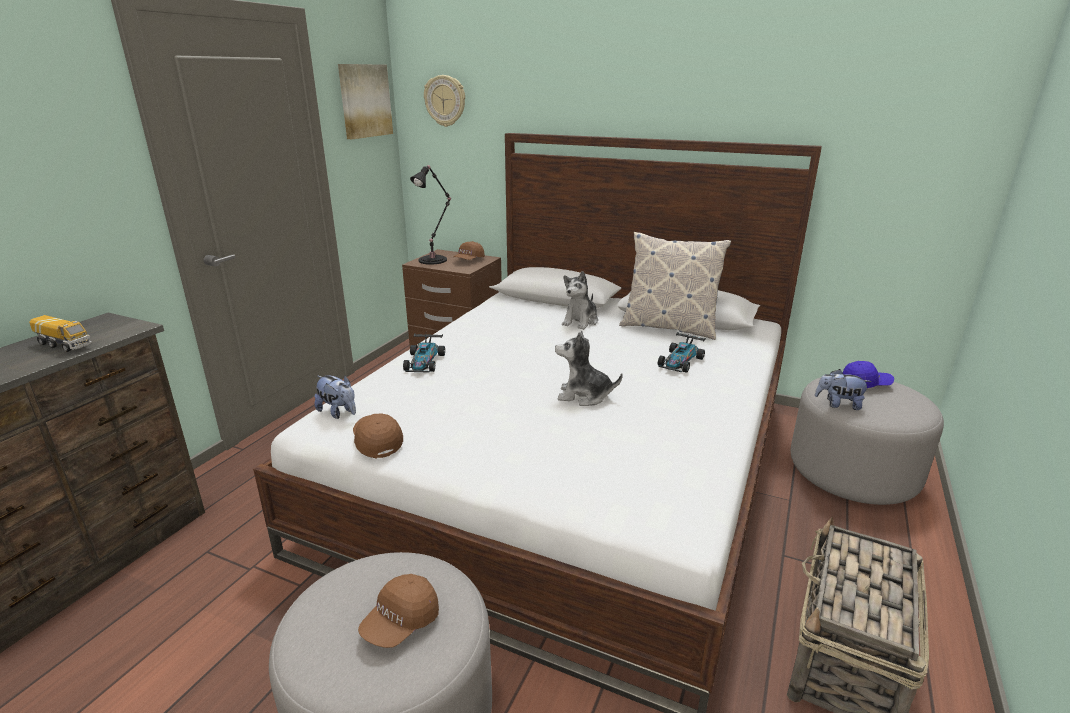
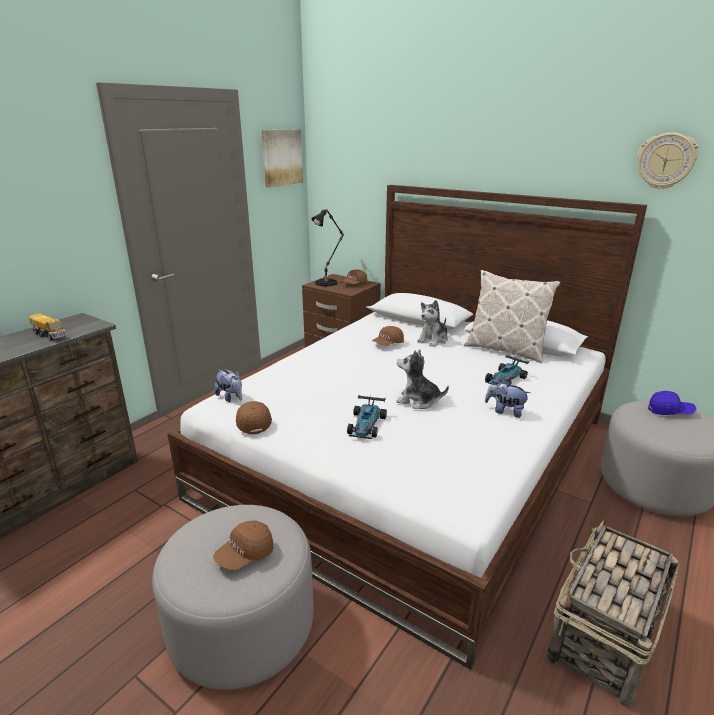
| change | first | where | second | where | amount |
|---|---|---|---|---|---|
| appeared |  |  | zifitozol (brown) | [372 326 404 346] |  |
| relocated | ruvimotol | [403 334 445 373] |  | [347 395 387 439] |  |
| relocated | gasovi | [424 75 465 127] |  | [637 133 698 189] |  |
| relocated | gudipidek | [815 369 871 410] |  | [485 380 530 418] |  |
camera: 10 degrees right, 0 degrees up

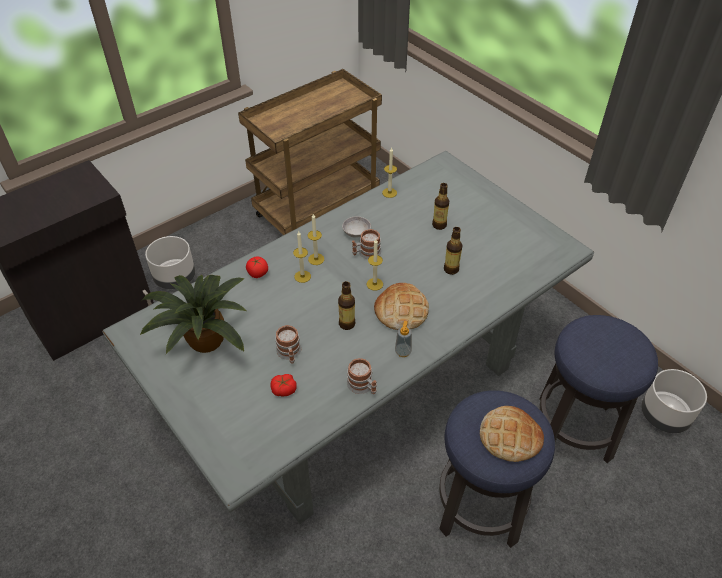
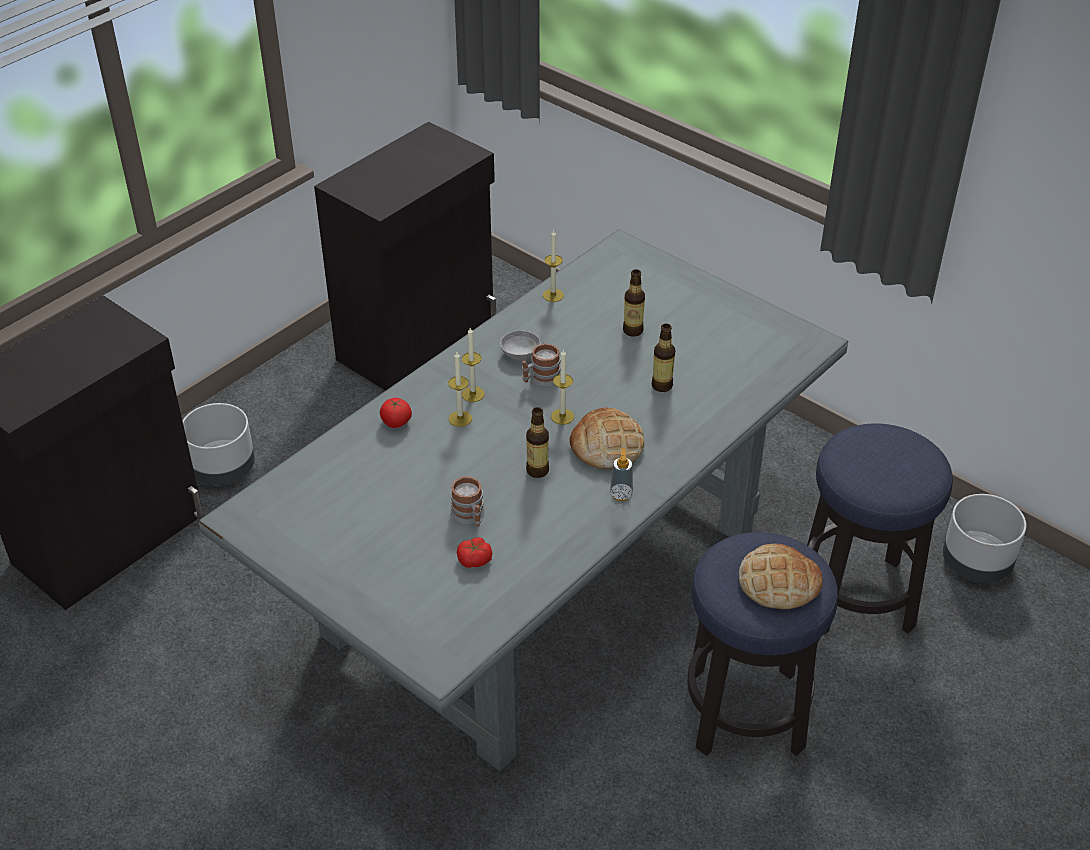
| change | first | where | second | where | amount |
|---|---|---|---|---|---|
| missing | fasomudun | [140 275 246 354] |  |  |  |
| missing | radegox | [347 358 377 394] |  |  |  |
| exchanged | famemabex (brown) | [238 69 382 235] | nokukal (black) | [314 122 496 391] |  |
camera: 10 degrees left, 5 degrees down

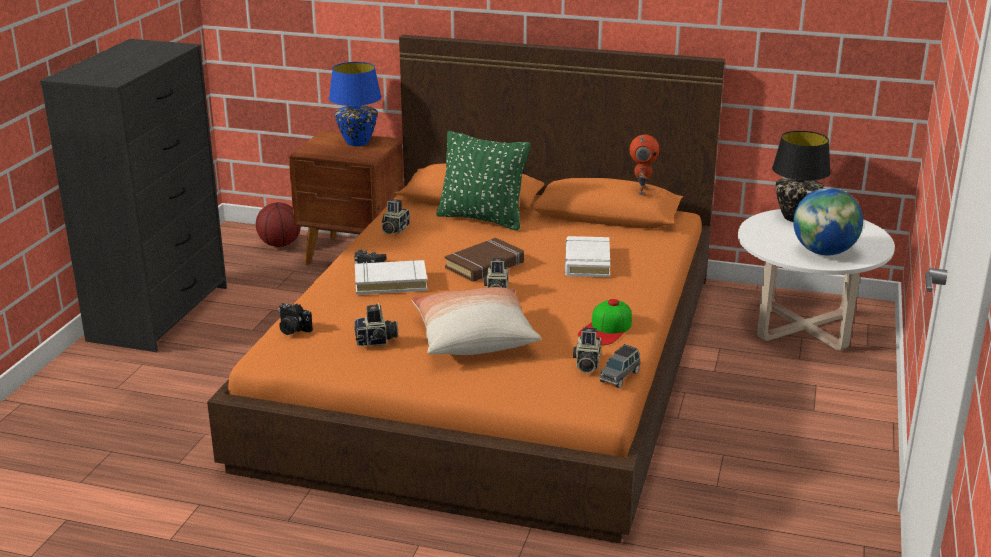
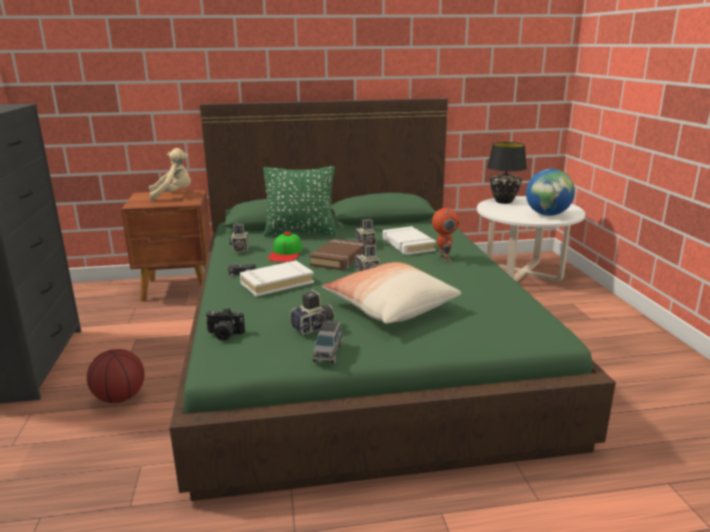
| change | first | where | second | where | amount |
|---|---|---|---|---|---|
| relocated | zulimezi | [256 202 301 247] |  | [87 349 145 403] |  |
| relocated | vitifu | [573 327 601 373] |  | [355 219 377 245] |  |
| relocated | zifitozol | [578 299 632 345] |  | [268 232 302 262] |  |
| relocated | ruvimotol (grey) | [599 344 640 388] |  | [313 320 342 364] |  |
| relocated | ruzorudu | [630 135 660 195] |  | [432 208 459 262] |  |
| exchanged | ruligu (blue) | [329 62 382 146] | gudipidek (beige) | [149 148 191 201] |  |
| colour | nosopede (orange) | [207 35 725 543] | nosopede (green) | [170 98 616 501] |  |
camera: 25 degrees left, 5 degrees down

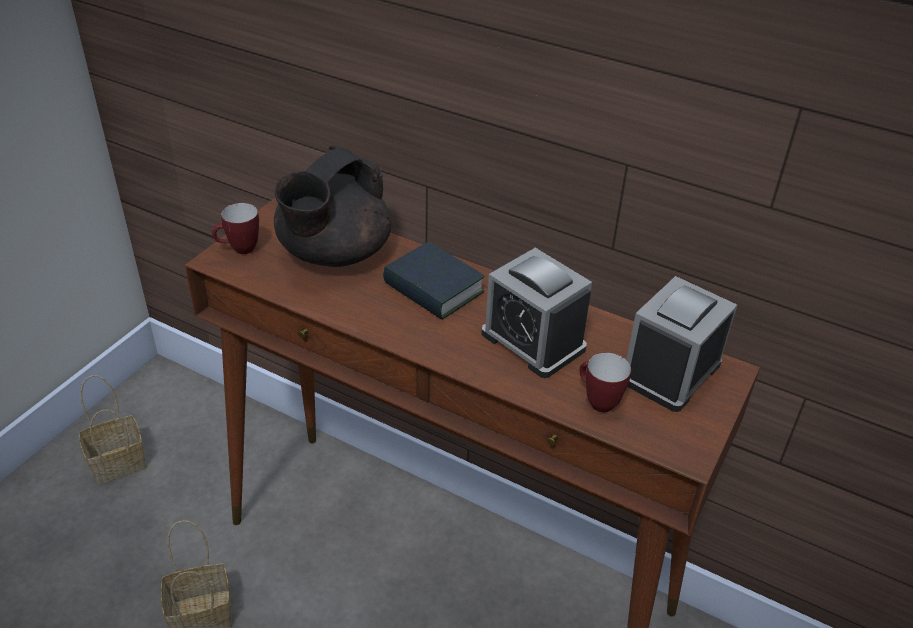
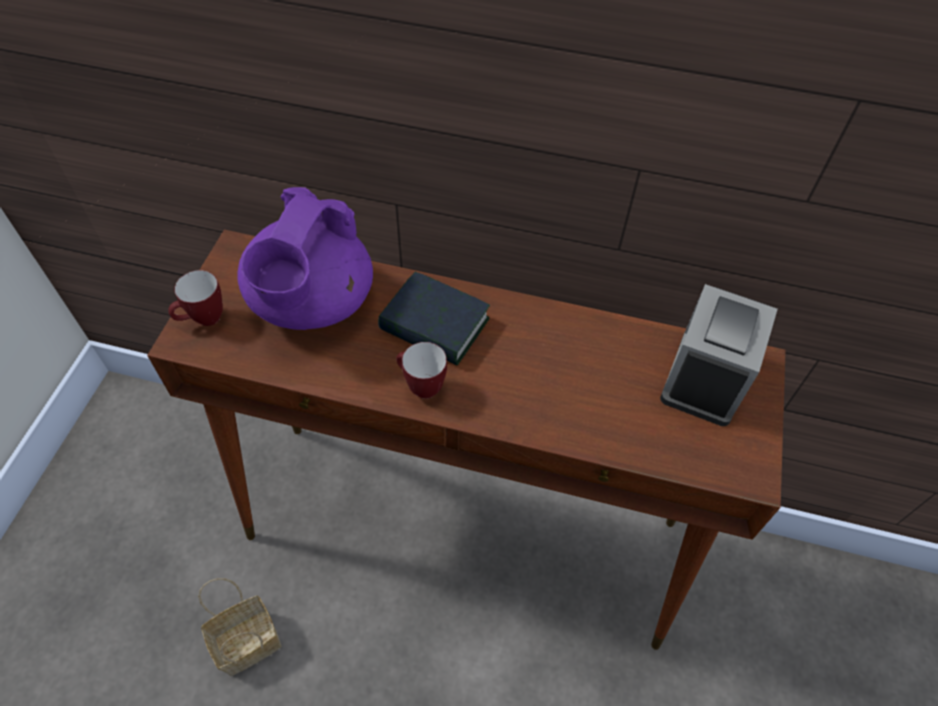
| change | first | where | second | where | amount |
|---|---|---|---|---|---|
| missing | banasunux | [79 375 147 484] |  |  |  |
| missing | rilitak | [481 248 592 378] |  |  |  |
| relocated | radegox | [579 352 631 413] |  | [396 342 447 399] |  |
| colour | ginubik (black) | [274 145 391 267] | ginubik (purple) | [237 187 373 330] |  |
camera: 15 degrees left, 15 degrees up

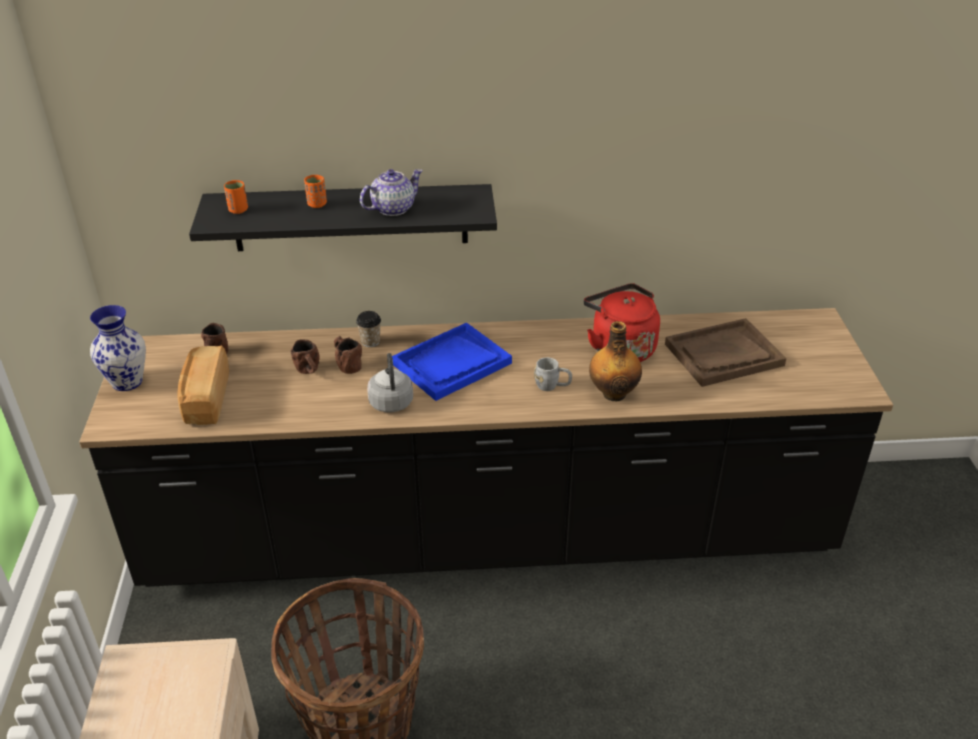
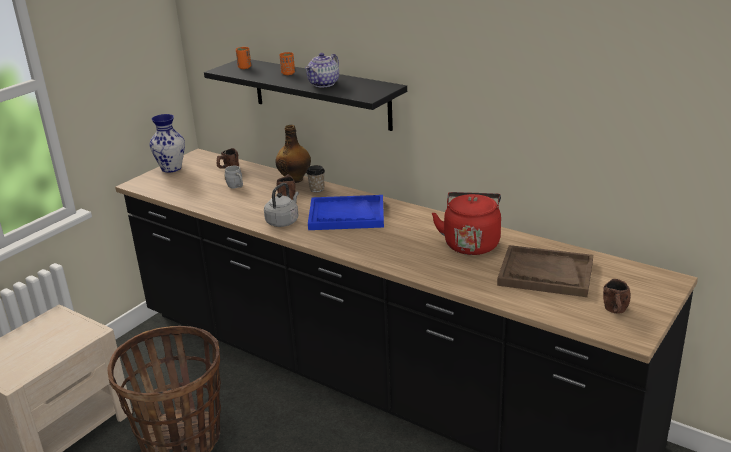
| change | first | where | second | where | amount |
|---|---|---|---|---|---|
| missing | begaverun | [177 346 229 425] |  |  |  |
| relocated | radegox (brown) | [291 339 320 374] |  | [603 279 630 313] |  |
| relocated | radegox (grey) | [534 357 572 391] |  | [224 166 243 188] |  |
| relocated | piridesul | [589 321 642 402] |  | [275 125 311 183] |  |
| spun | ginubik | [360 169 423 216] |  | [305 53 339 87] | 120 degrees clockwise |
camera: 40 degrees right, 10 degrees down

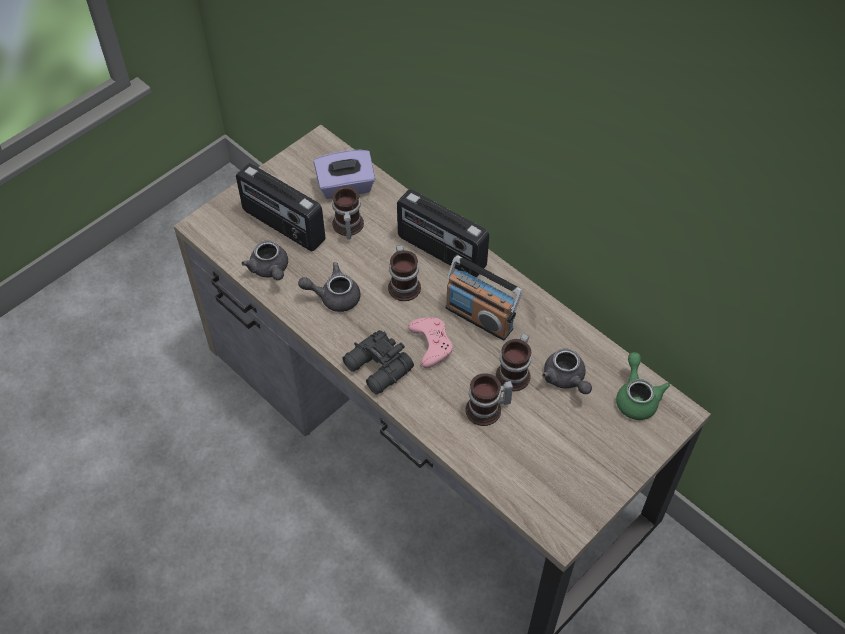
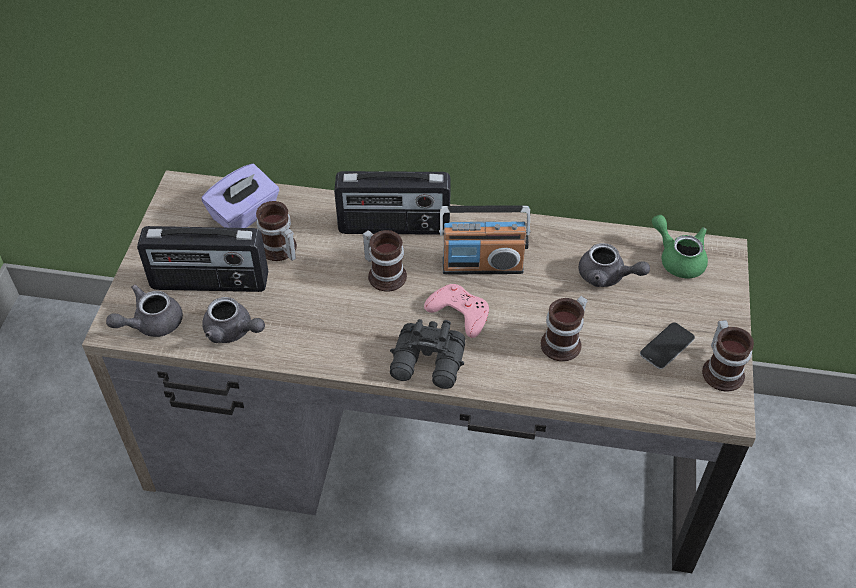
| change | first | where | second | where | amount |
|---|---|---|---|---|---|
| appeared |  |  | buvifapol | [640 322 695 369] |  |
| relocated | ginubik (grey) | [298 262 361 312] |  | [106 285 183 337] |  |
| relocated | radegox | [496 333 531 391] |  | [702 320 754 392] |  |
camera: 35 degrees left, 5 degrees down

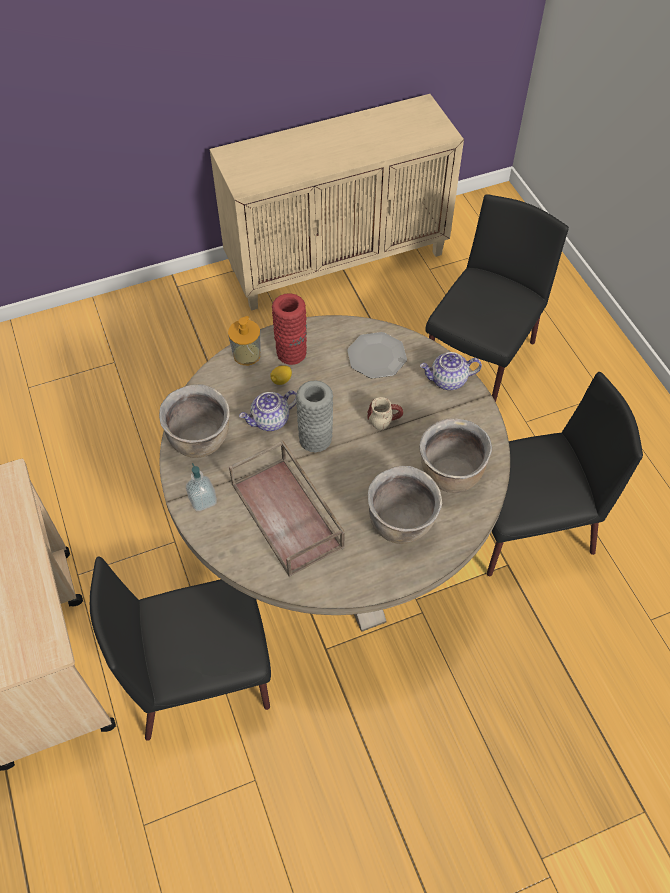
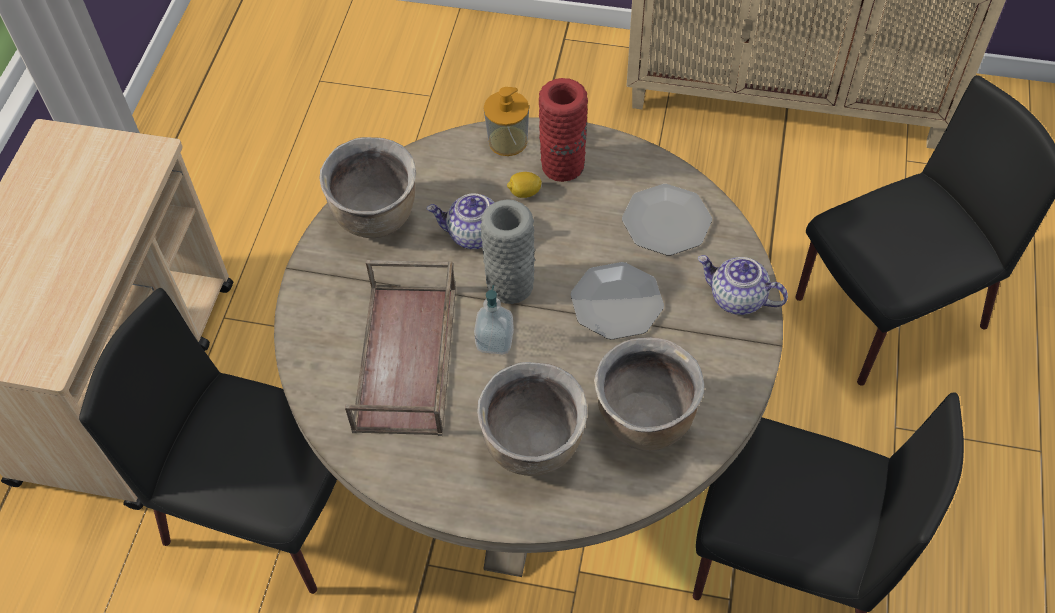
| change | first | where | second | where | amount |
|---|---|---|---|---|---|
| relocated | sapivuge | [186 463 217 511] |  | [474 285 514 354] |  |
| exchanged | radegox | [367 397 403 430] | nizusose | [571 262 664 340] |  |
camera: 35 degrees right, 0 degrees up

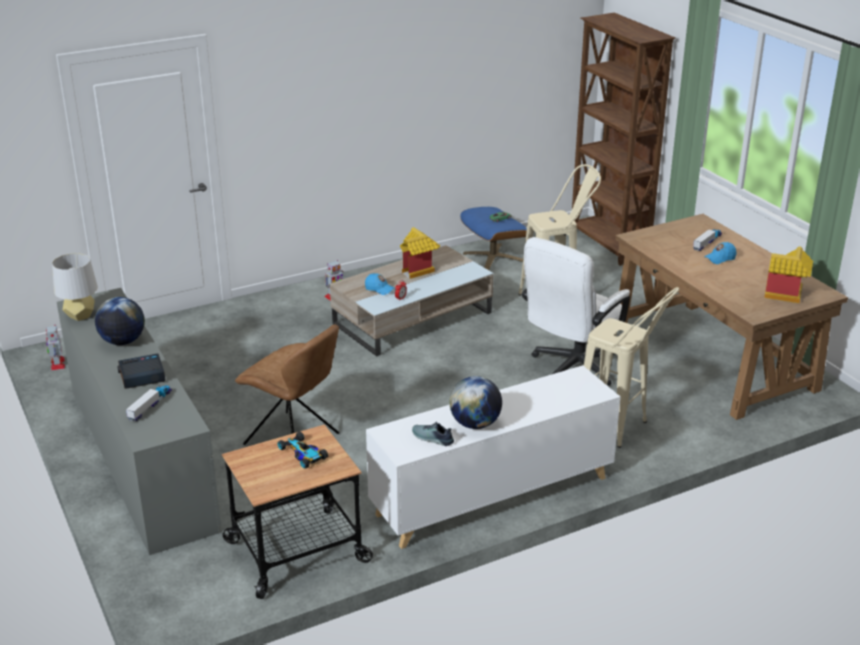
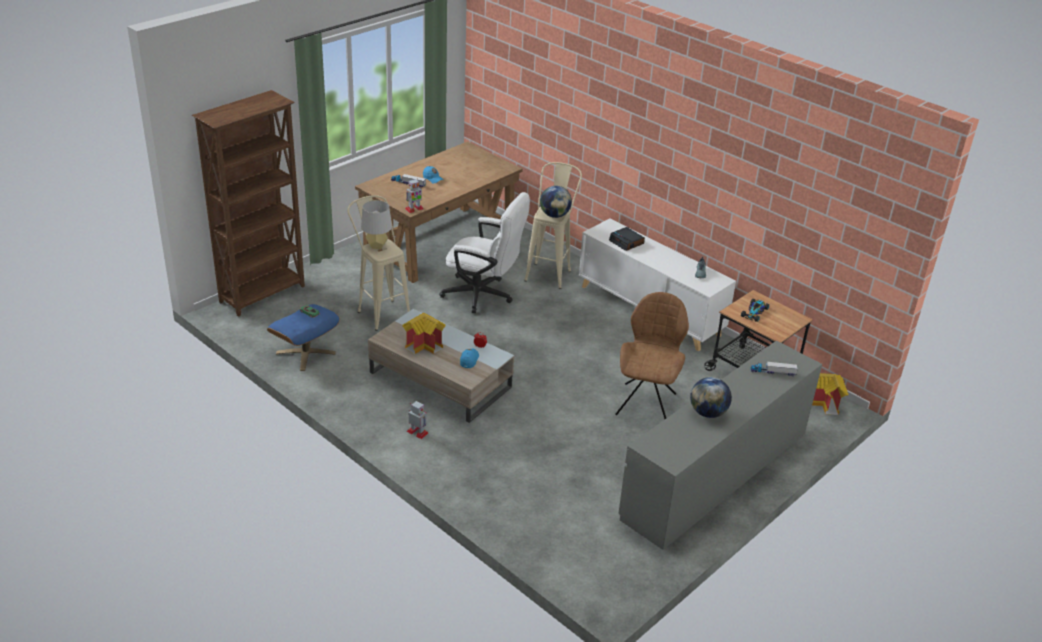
| change | first | where | second | where | amount |
|---|---|---|---|---|---|
| relocated | ruzorudu | [46 325 65 370] |  | [405 178 424 213] |  |
| relocated | ruligu (grey) | [52 253 98 321] |  | [361 200 392 249] |  |
| relocated | rilitak | [117 354 165 389] |  | [609 227 645 251] |  |
| relocated | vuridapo | [450 376 502 429] |  | [540 186 572 218] |  |
| relocated | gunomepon | [764 247 813 303] |  | [812 373 848 415] |  |
camera: 110 degrees left, 5 degrees up

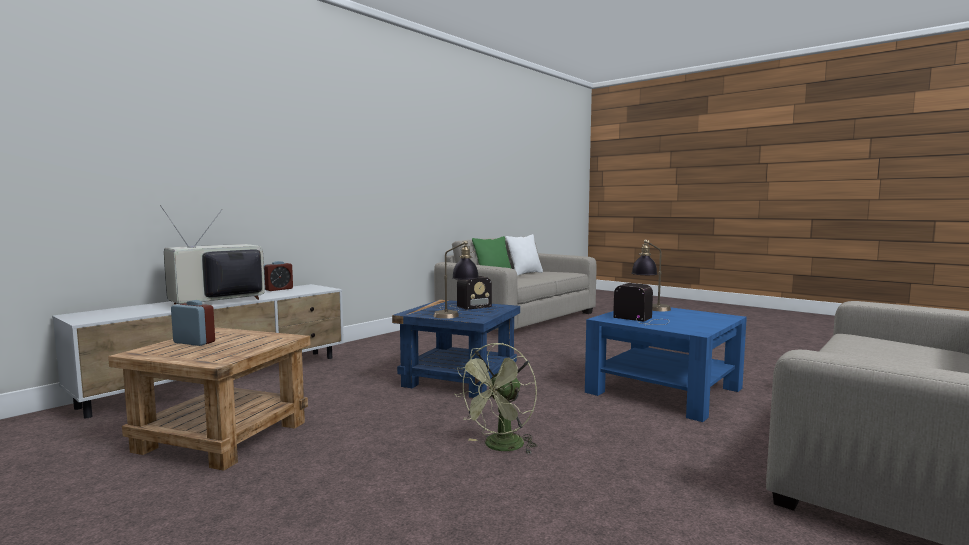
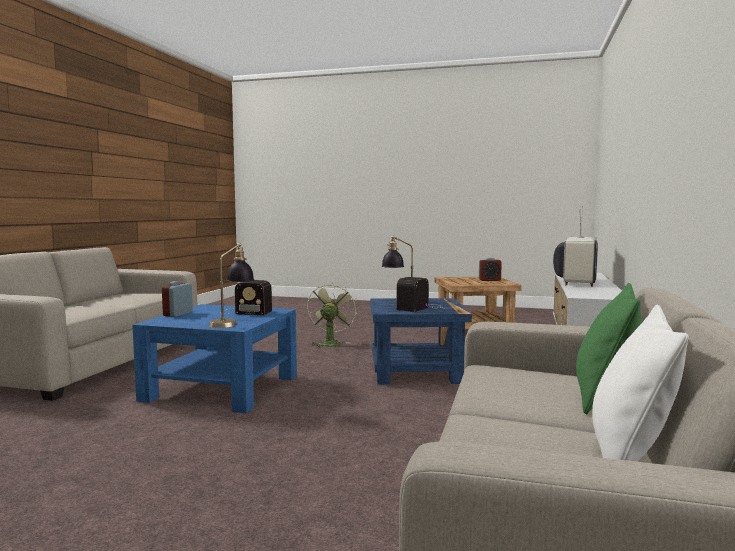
| change | first | where | second | where | amount |
|---|---|---|---|---|---|
| relocated | rilitak | [264 261 293 291] |  | [162 281 193 317] |  |
camera: 155 degrees right, 0 degrees up

